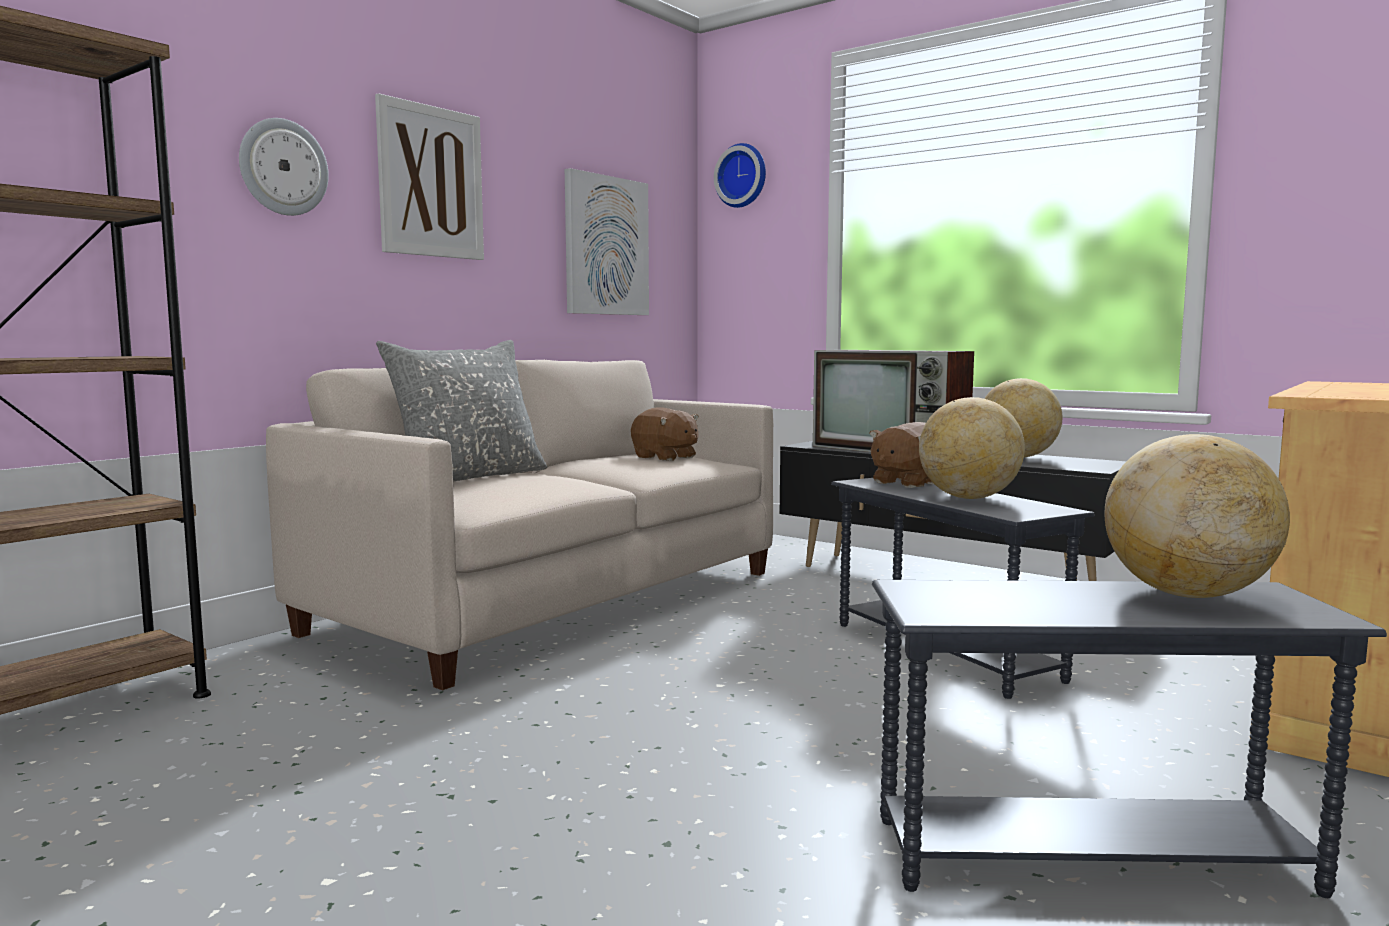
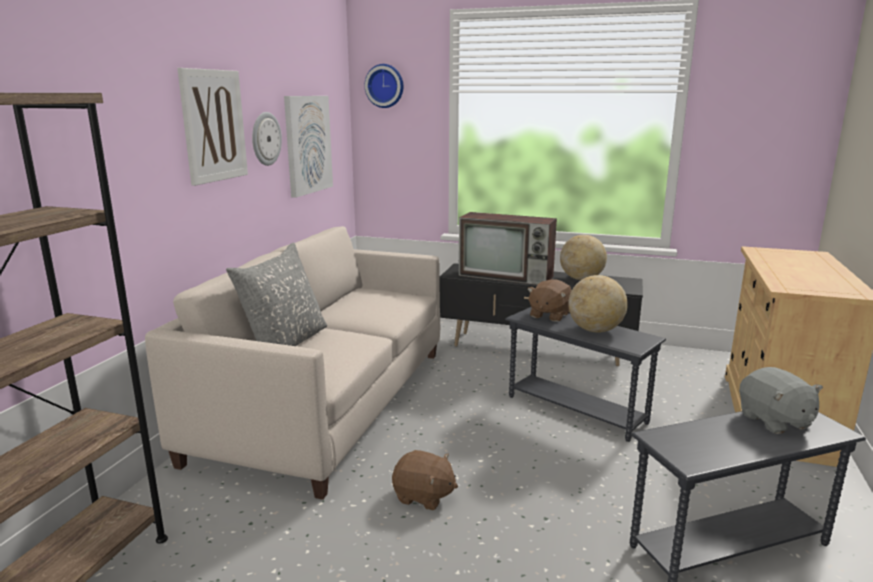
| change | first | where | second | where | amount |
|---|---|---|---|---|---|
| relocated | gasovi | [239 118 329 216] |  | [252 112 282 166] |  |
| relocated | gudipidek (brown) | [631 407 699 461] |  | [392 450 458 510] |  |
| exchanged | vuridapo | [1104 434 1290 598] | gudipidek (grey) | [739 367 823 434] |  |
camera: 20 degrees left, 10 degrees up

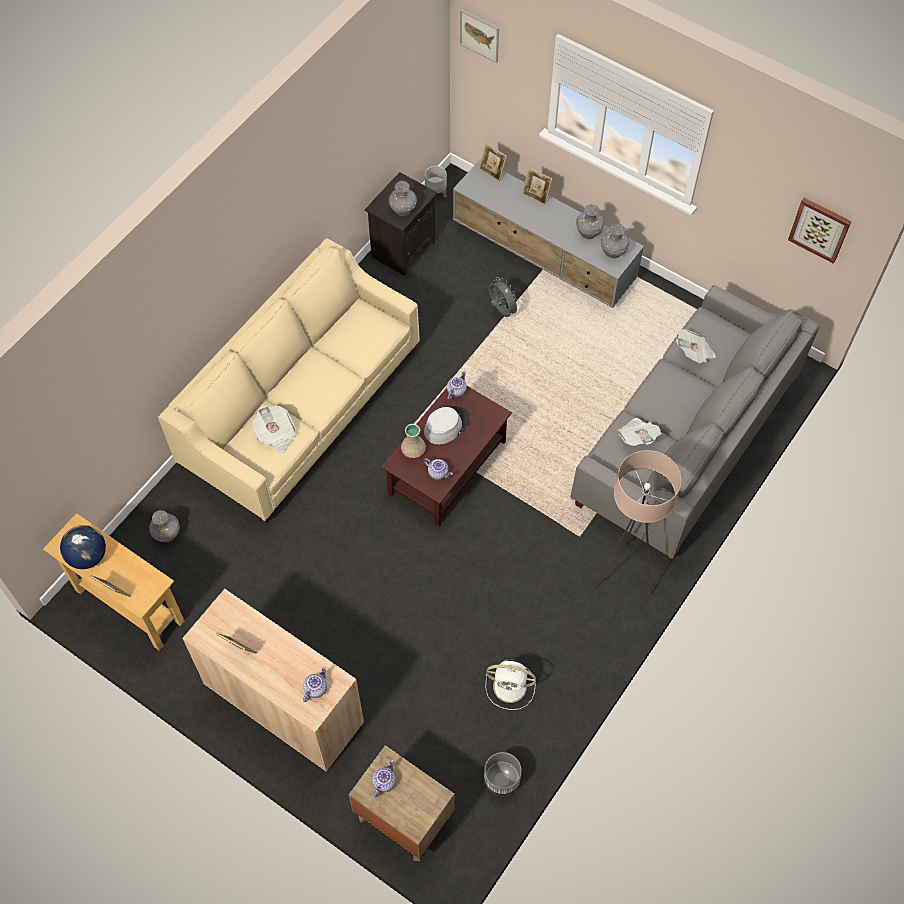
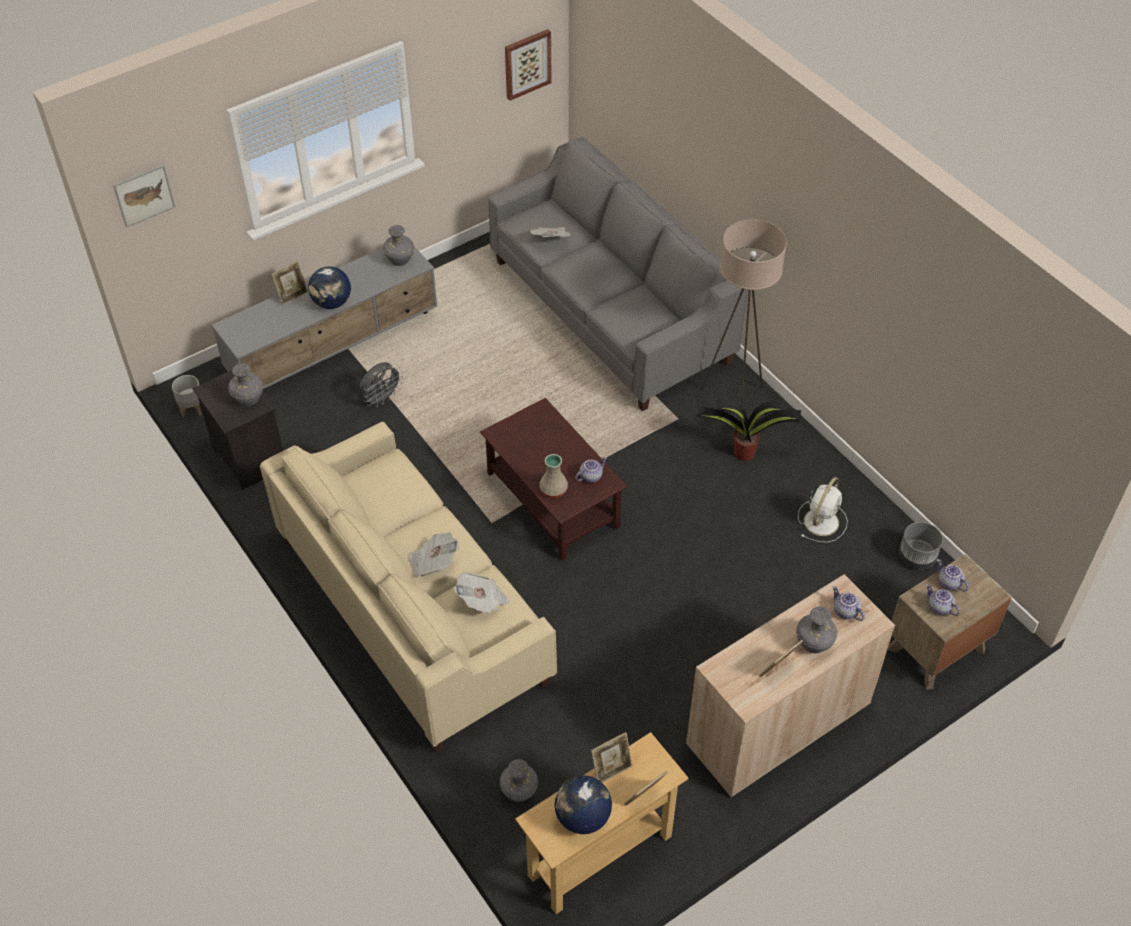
| change | first | where | second | where | amount |
|---|---|---|---|---|---|
| missing | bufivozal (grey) | [424 406 469 444] |  |  |  |
| appeared |  |  | vuridapo | [308 266 351 309] |  |
| appeared |  |  | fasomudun | [697 399 801 461] |  |
| relocated | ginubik | [447 371 467 400] |  | [937 559 969 592] |  |
| relocated | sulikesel | [479 143 507 182] |  | [591 732 632 783] |  |
| relocated | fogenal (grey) | [576 204 604 239] |  | [796 606 837 653] |  |
| relocated | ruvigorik | [618 418 662 446] |  | [408 532 459 577] |  |
| spun | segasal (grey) | [489 277 520 317] |  | [360 362 403 407] | 150 degrees clockwise |
camera: 70 degrees left, 10 degrees down

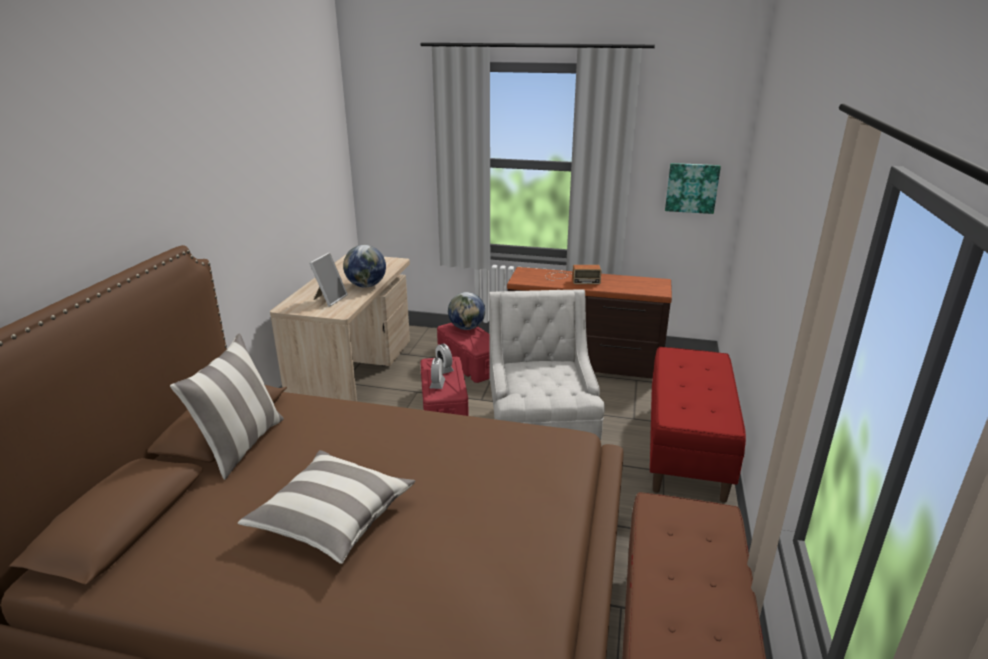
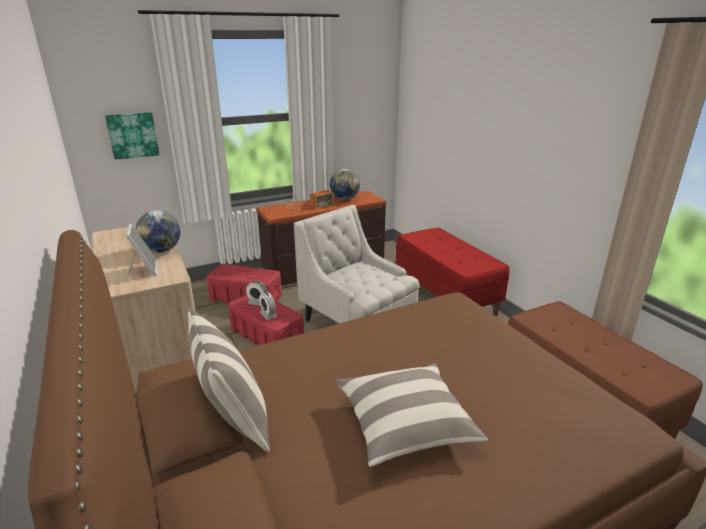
| change | first | where | second | where | amount |
|---|---|---|---|---|---|
| relocated | vuridapo | [448 292 485 330] |  | [330 169 360 200] |  |
| relocated | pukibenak | [665 163 721 214] |  | [105 112 159 160] |  |
camera: 40 degrees left, 0 degrees up

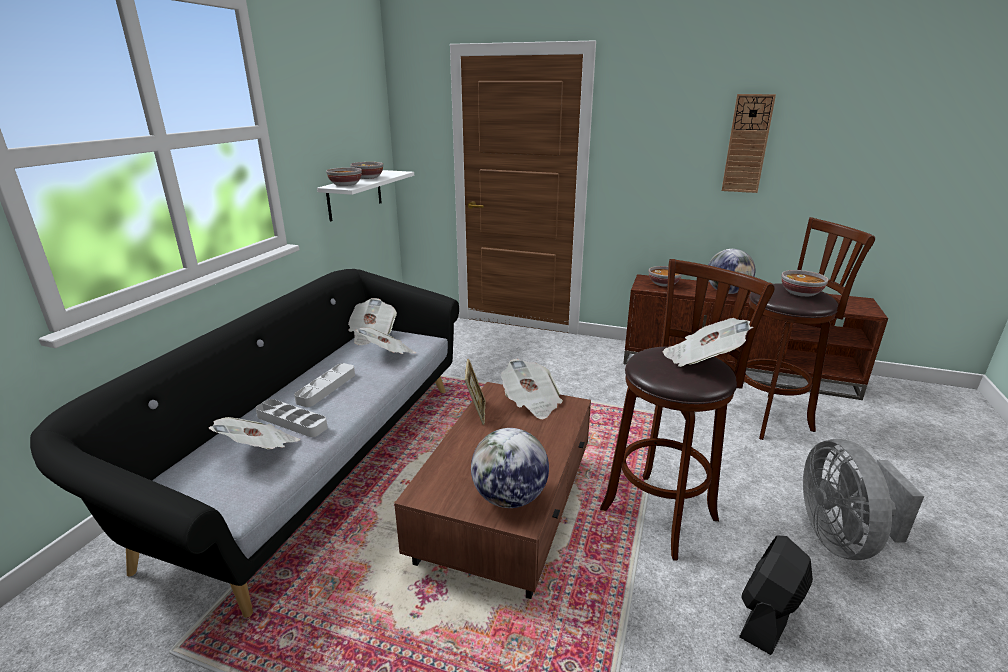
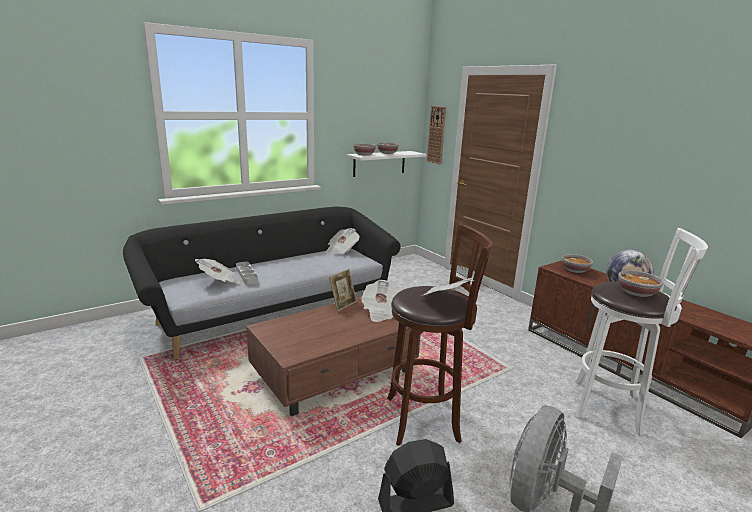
| change | first | where | second | where | amount |
|---|---|---|---|---|---|
| missing | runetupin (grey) | [294 363 355 407] |  |  |  |
| missing | ruvigorik | [355 327 417 354] |  |  |  |
| missing | vuridapo | [471 428 549 508] |  |  |  |
| relocated | gasovi | [722 94 776 193] |  | [427 106 446 165] |  |
| colour | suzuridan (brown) | [734 217 875 440] | suzuridan (white) | [574 228 708 436] |  |
camera: 35 degrees right, 5 degrees down

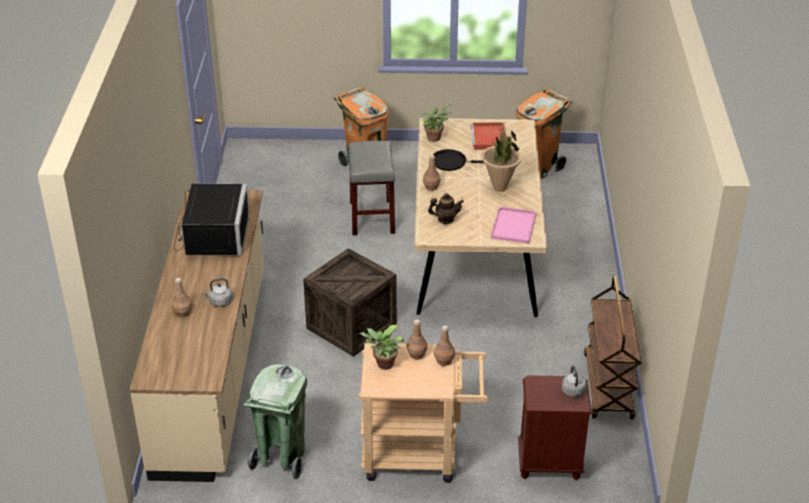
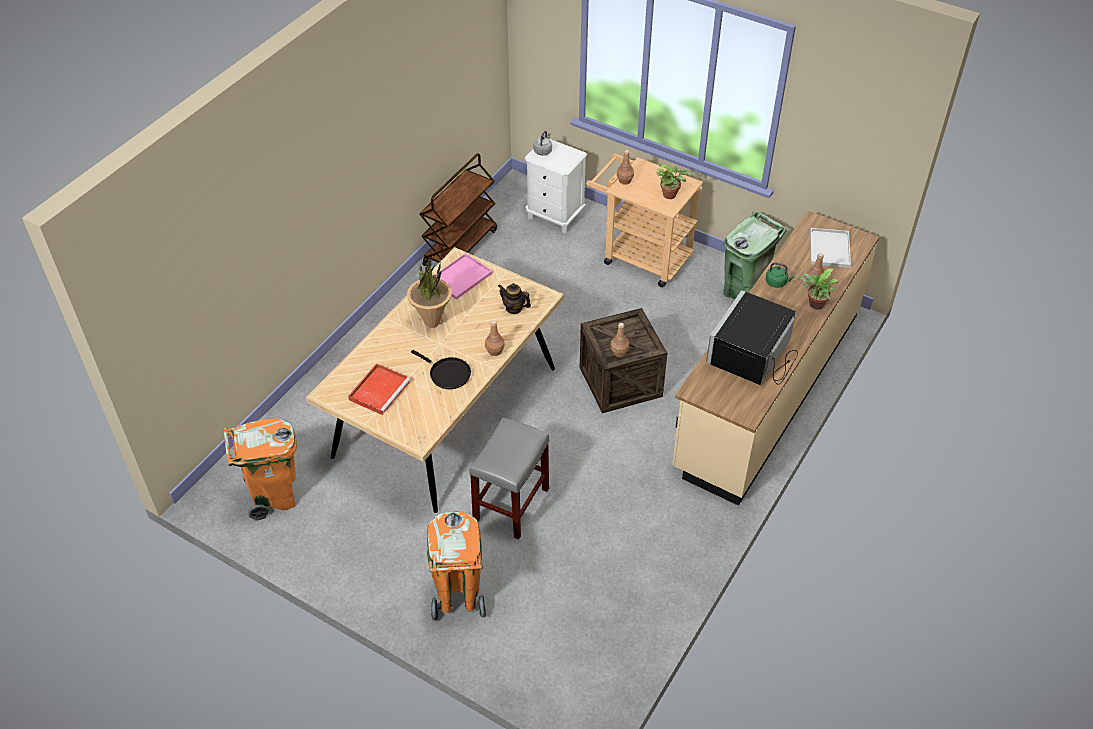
| change | first | where | second | where | amount |
|---|---|---|---|---|---|
| appeared |  |  | runetupin (white) | [810 228 851 268] |  |
| relocated | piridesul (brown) | [406 319 427 360] |  | [610 323 629 357] |  |
| relocated | fasomudun | [421 104 451 142] |  | [800 268 838 310] |  |
| colour | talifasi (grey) | [201 278 232 307] | talifasi (green) | [766 262 795 288] |  |
| colour | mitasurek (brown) | [518 375 592 480] | mitasurek (white) | [525 139 587 233] |  |
camera: 150 degrees left, 10 degrees up

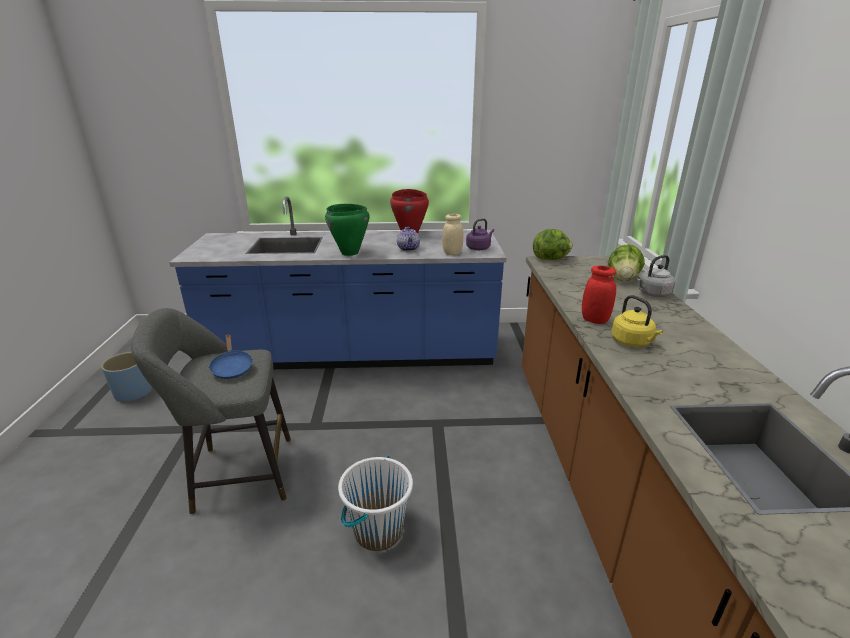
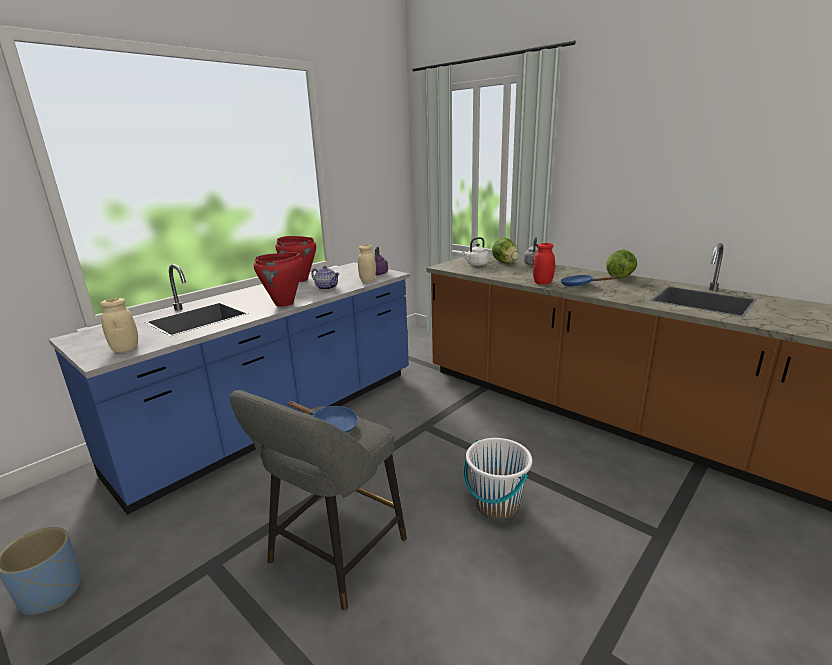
| change | first | where | second | where | amount |
|---|---|---|---|---|---|
| appeared |  |  | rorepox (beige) | [100 298 138 352] |  |
| appeared |  |  | talifasi (white) | [462 237 489 266] |  |
| relocated | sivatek | [533 229 572 260] |  | [606 249 637 279] |  |
| exchanged | talifasi (yellow) | [612 295 663 347] | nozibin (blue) | [561 275 617 286] |  |
| colour | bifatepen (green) | [325 204 370 256] | bifatepen (red) | [254 253 303 307] |  |
camera: 45 degrees left, 5 degrees down

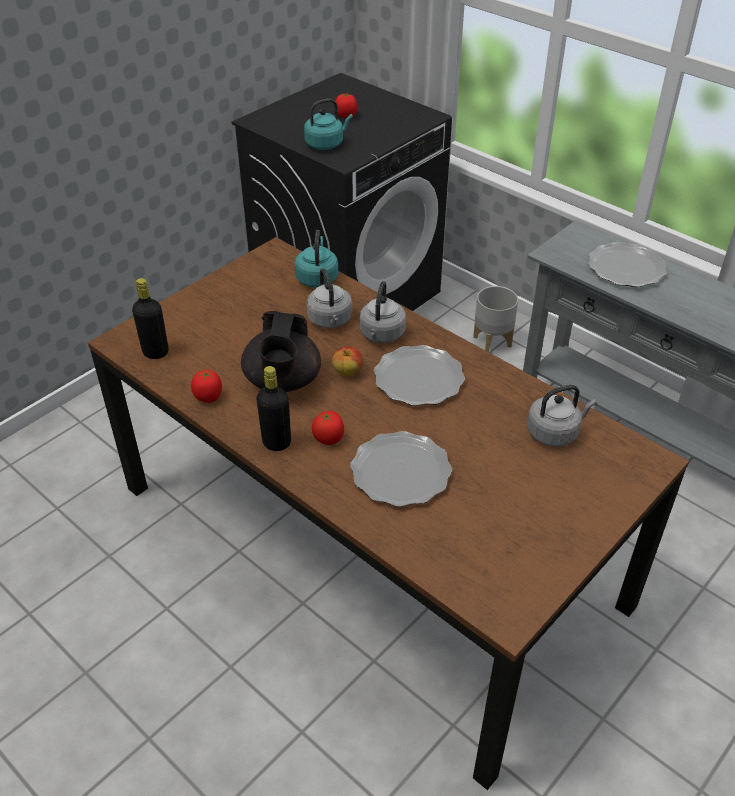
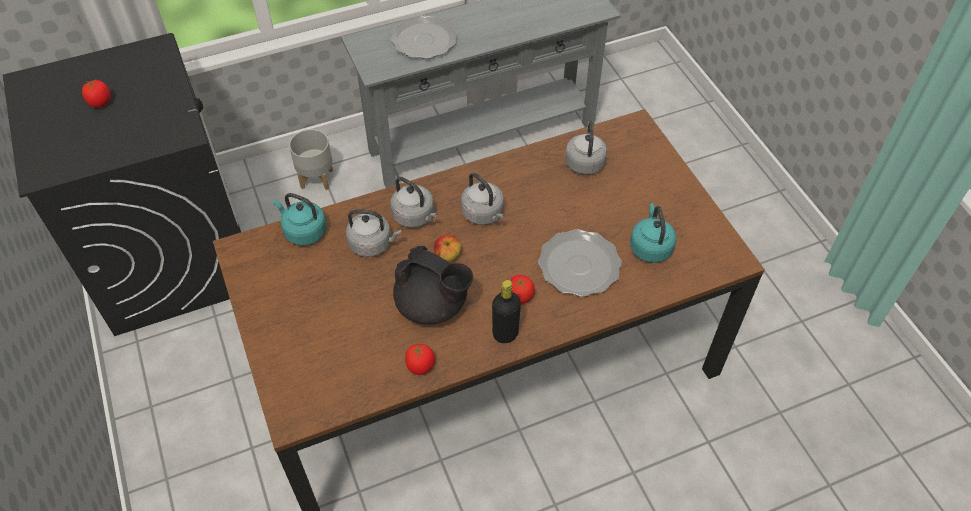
| change | first | where | second | where | amount |
|---|---|---|---|---|---|
| missing | piridesul (black) | [132 278 168 359] |  |  |  |
| relocated | talifasi (turquoise) | [304 99 353 150] |  | [630 203 676 263] |  |
| exchanged | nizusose | [374 345 465 406] | talifasi (grey) | [461 172 504 225] |  |
camera: 65 degrees left, 10 degrees up

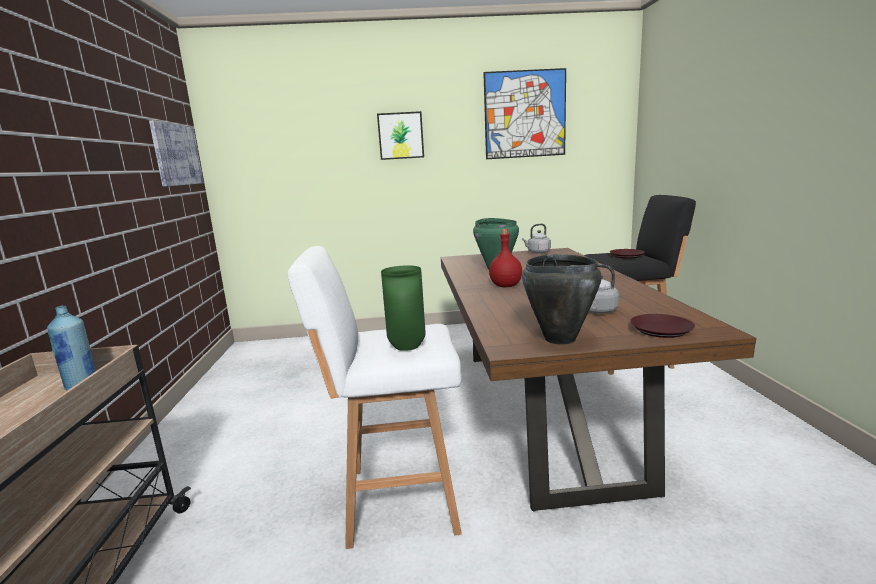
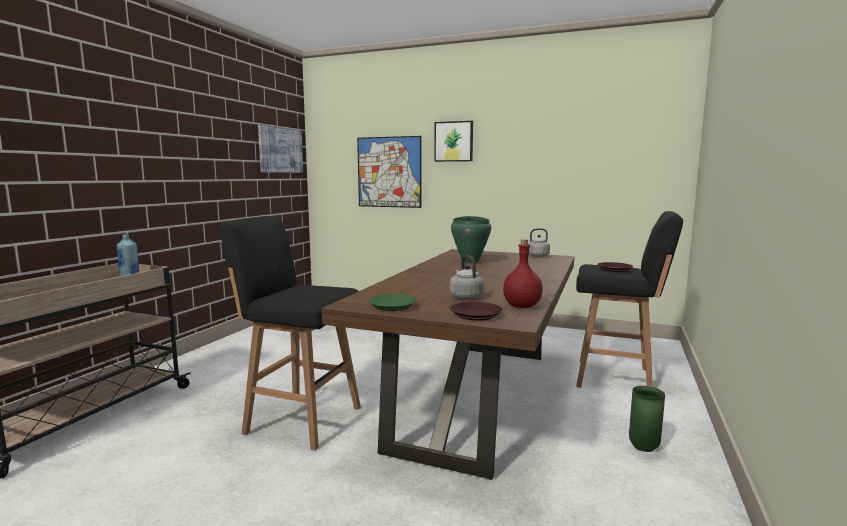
| change | first | where | second | where | amount |
|---|---|---|---|---|---|
| relocated | fogenal (green) | [381 265 425 351] |  | [629 386 665 452] |  |
| relocated | pukibenak | [483 68 566 159] |  | [357 136 421 208] |  |
| relocated | piridesul (red) | [489 229 522 287] |  | [503 239 543 308] |  |
| exchanged | bifatepen (black) | [522 254 602 345] | nizusose (green) | [368 294 417 311] |  |
| colour | suzuridan (white) | [287 246 462 549] | suzuridan (black) | [220 216 361 451] |  |
camera: 25 degrees right, 5 degrees down

